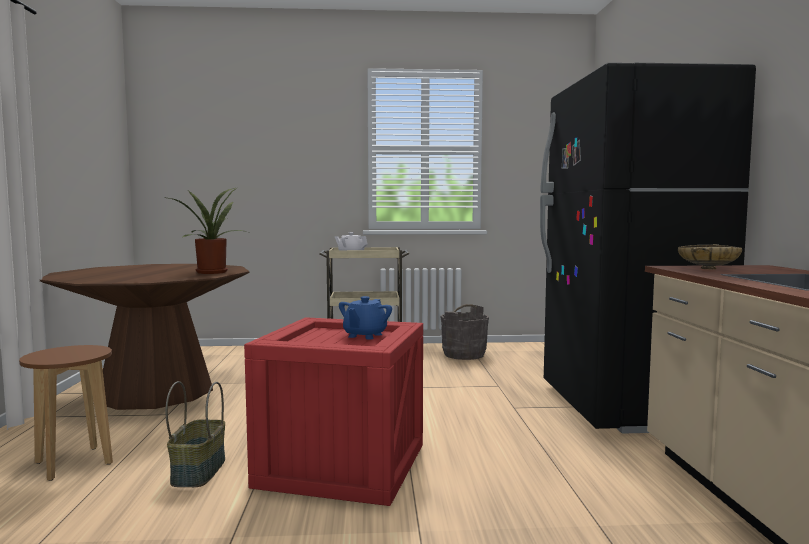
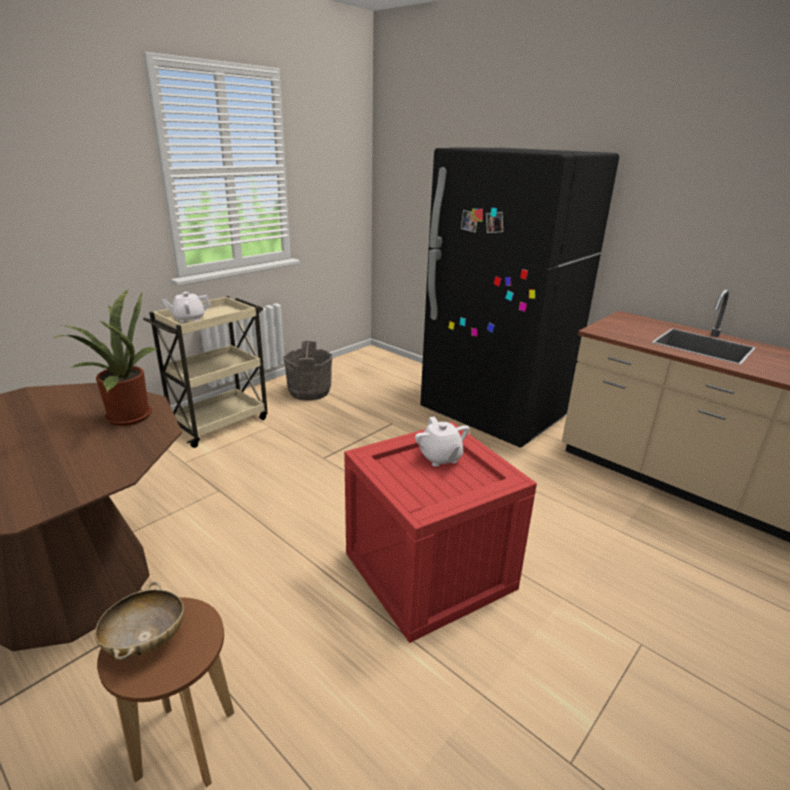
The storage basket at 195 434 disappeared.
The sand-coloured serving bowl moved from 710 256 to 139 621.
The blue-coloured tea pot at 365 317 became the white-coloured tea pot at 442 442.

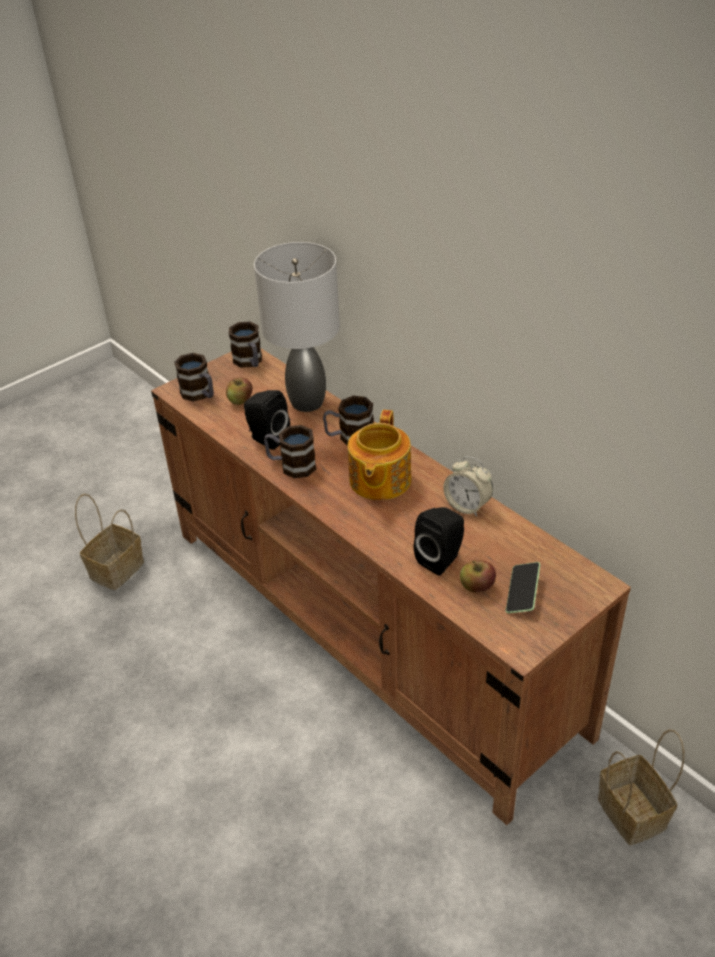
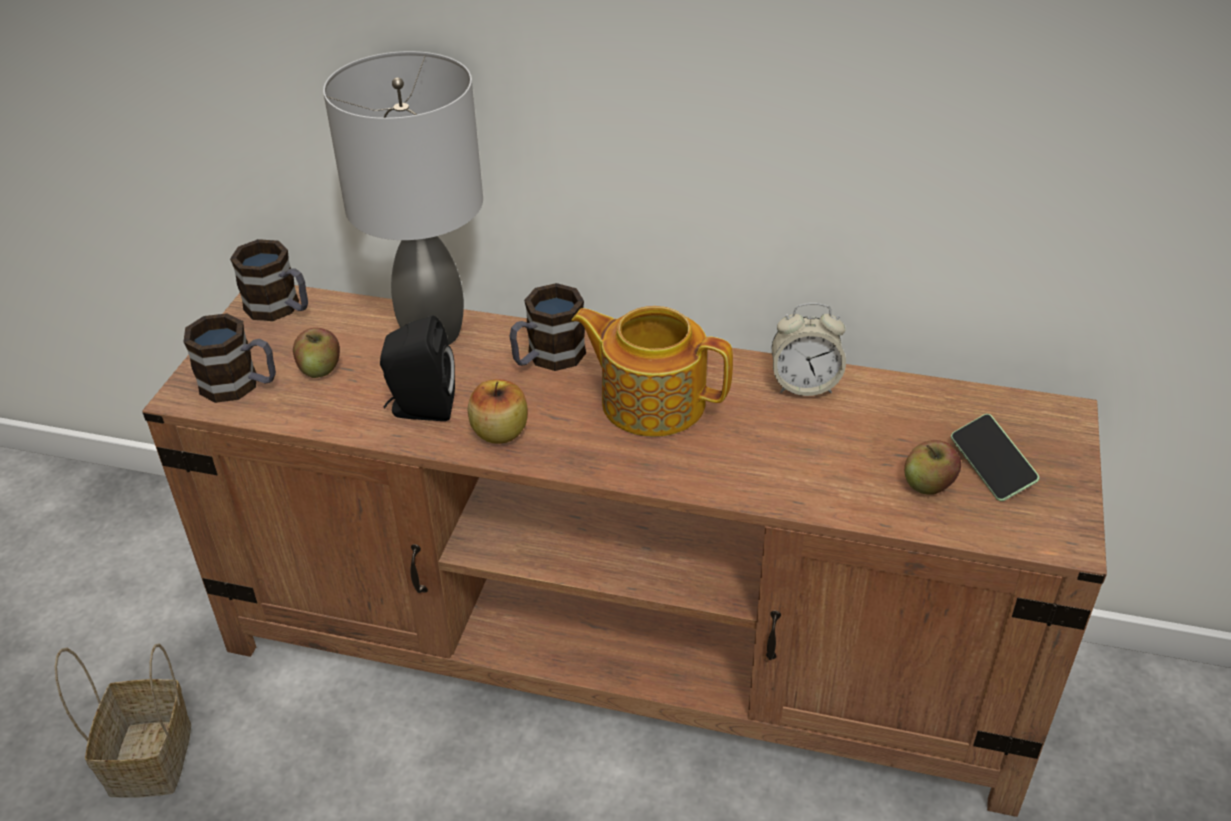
The black-coloured audio speaker at 439 541 disappeared.
The storage basket at 641 787 disappeared.
The tea mug at 290 451 was replaced by the apple fruit at 498 411.
The tea pot at 379 455 turned 135 degrees clockwise.

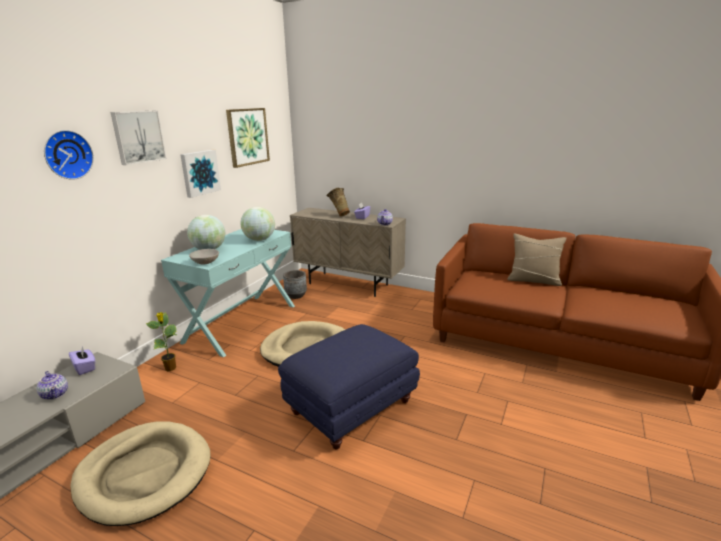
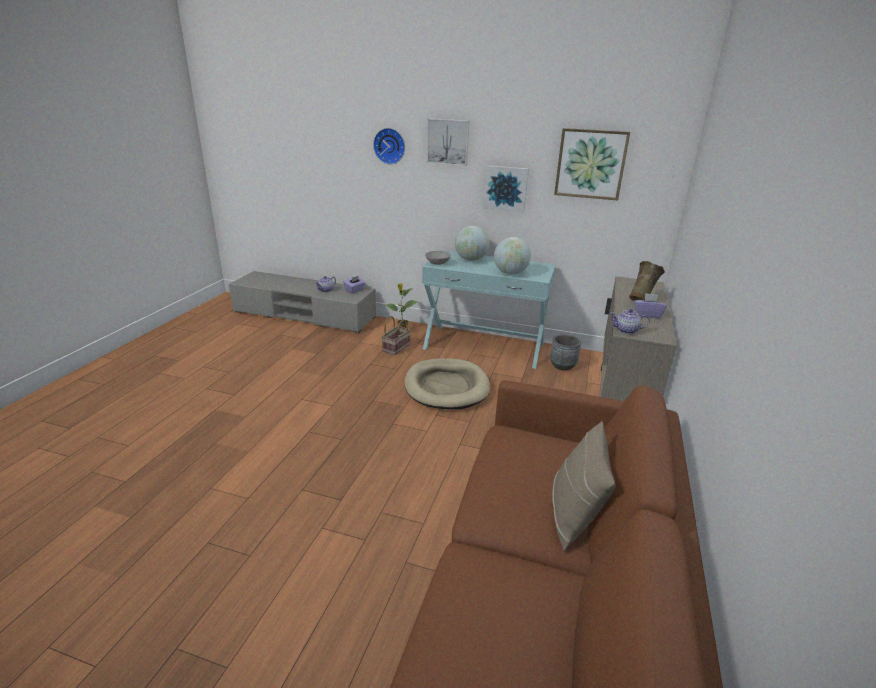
The sand-coloured pet bed at 140 474 disappeared.
The blue-coloured ottoman at 349 386 disappeared.
The storage basket at 396 335 appeared.

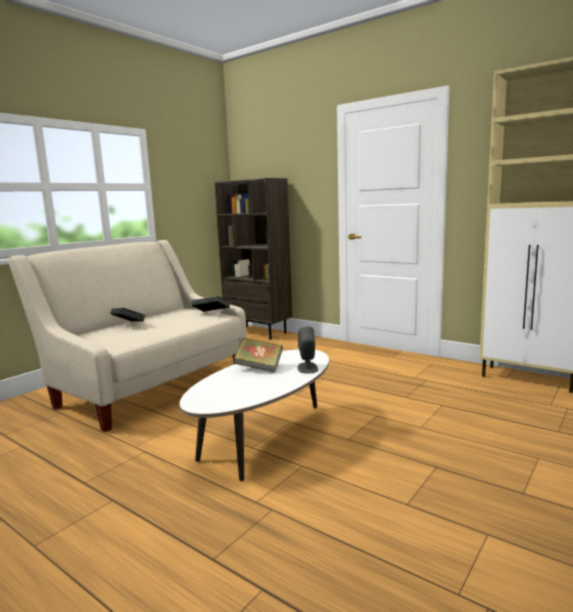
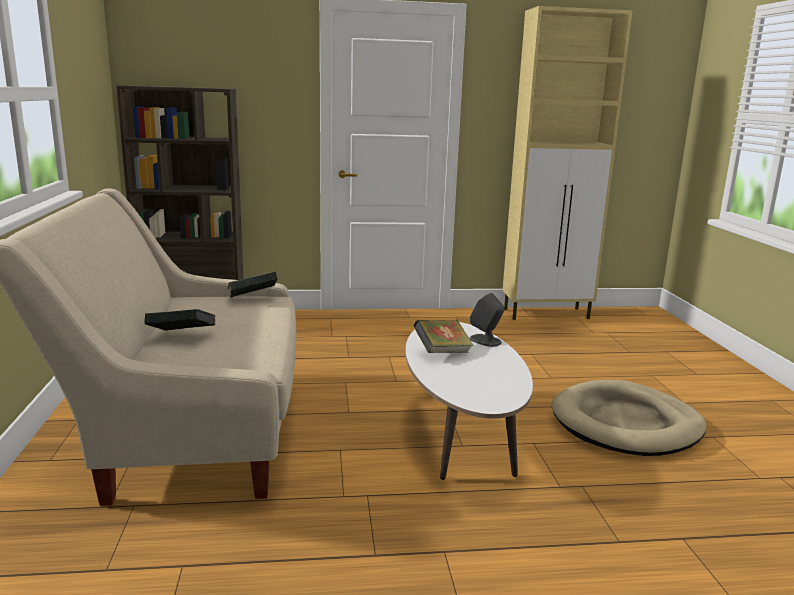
The sand-coloured pet bed at 629 418 appeared.

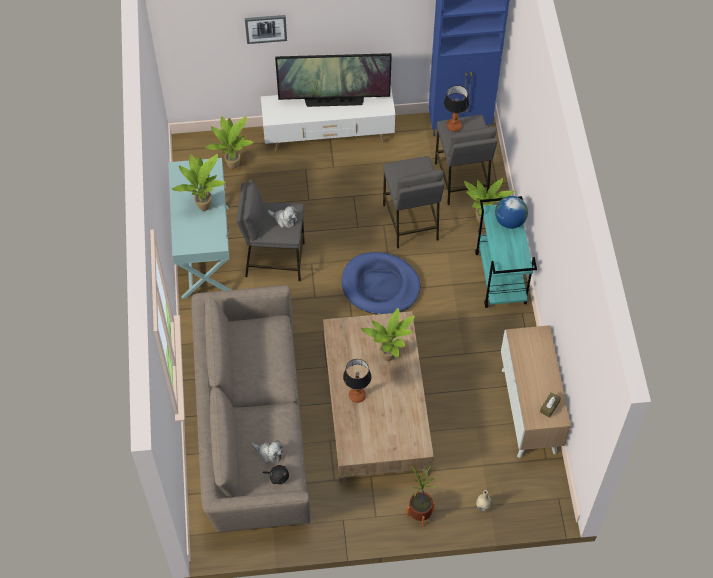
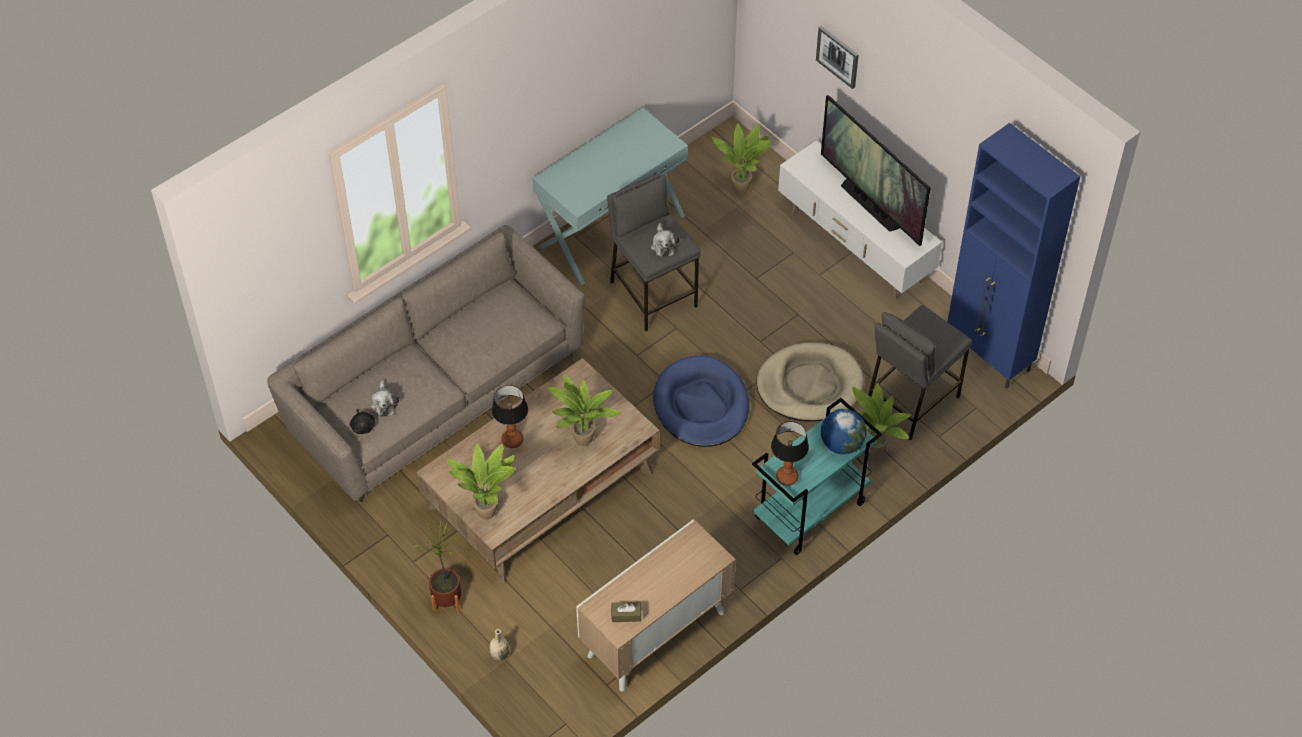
The potted plant moved from 199 182 to 481 481.
The lamp for a table moved from 456 108 to 790 453.
The gray sitting stool at 413 202 was replaced by the sand-coloured pet bed at 810 382.

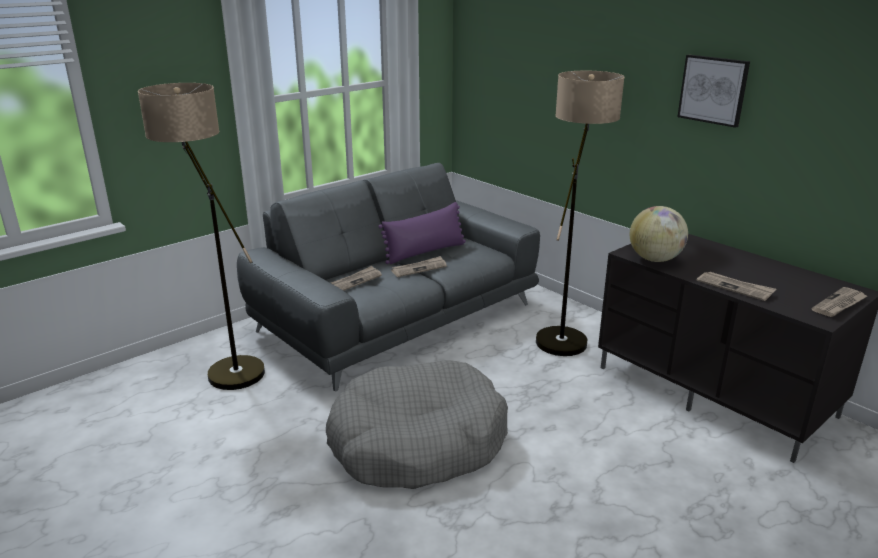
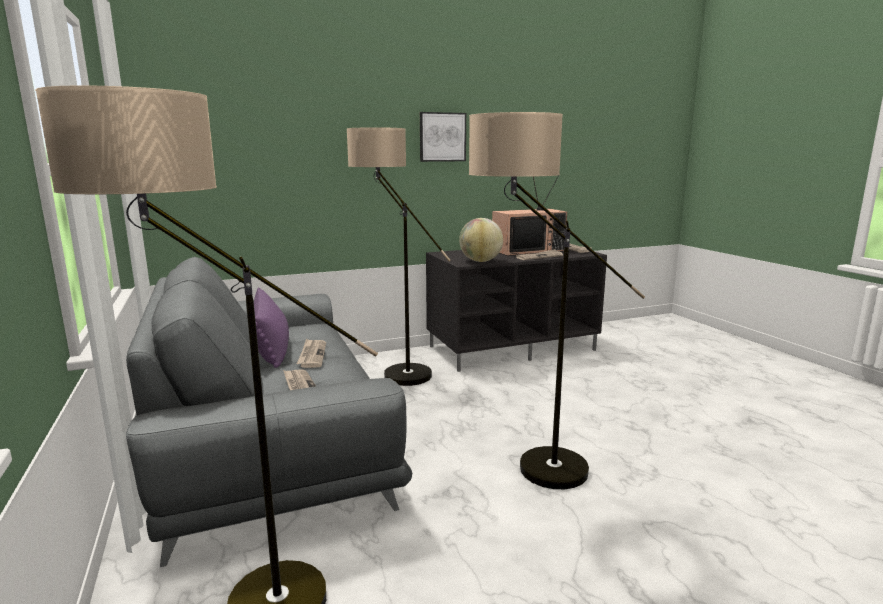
The TV set at 529 215 appeared.
The gray pet bed at 417 424 was replaced by the floor lamp at 557 300.

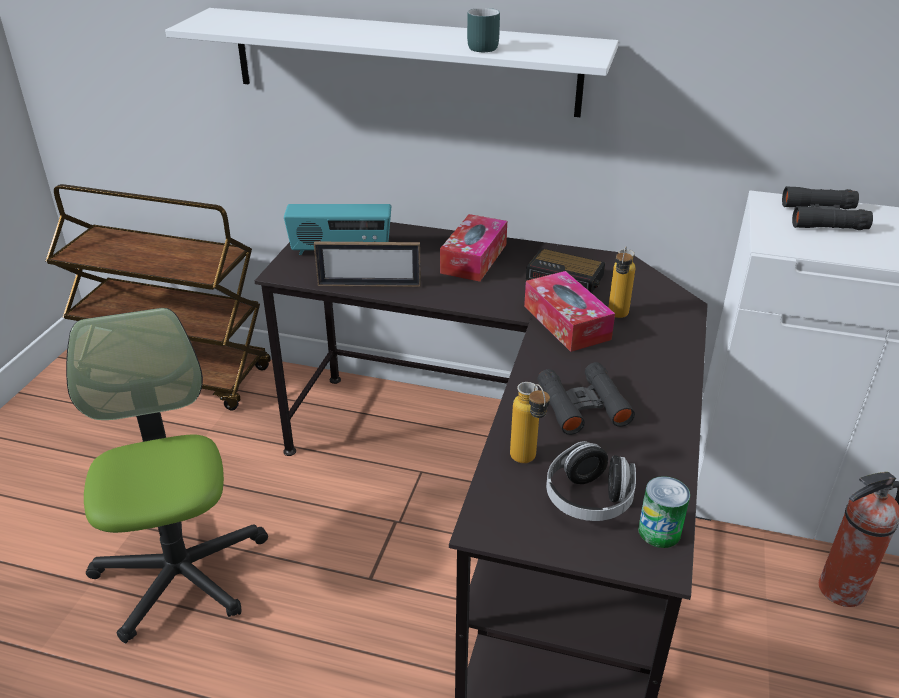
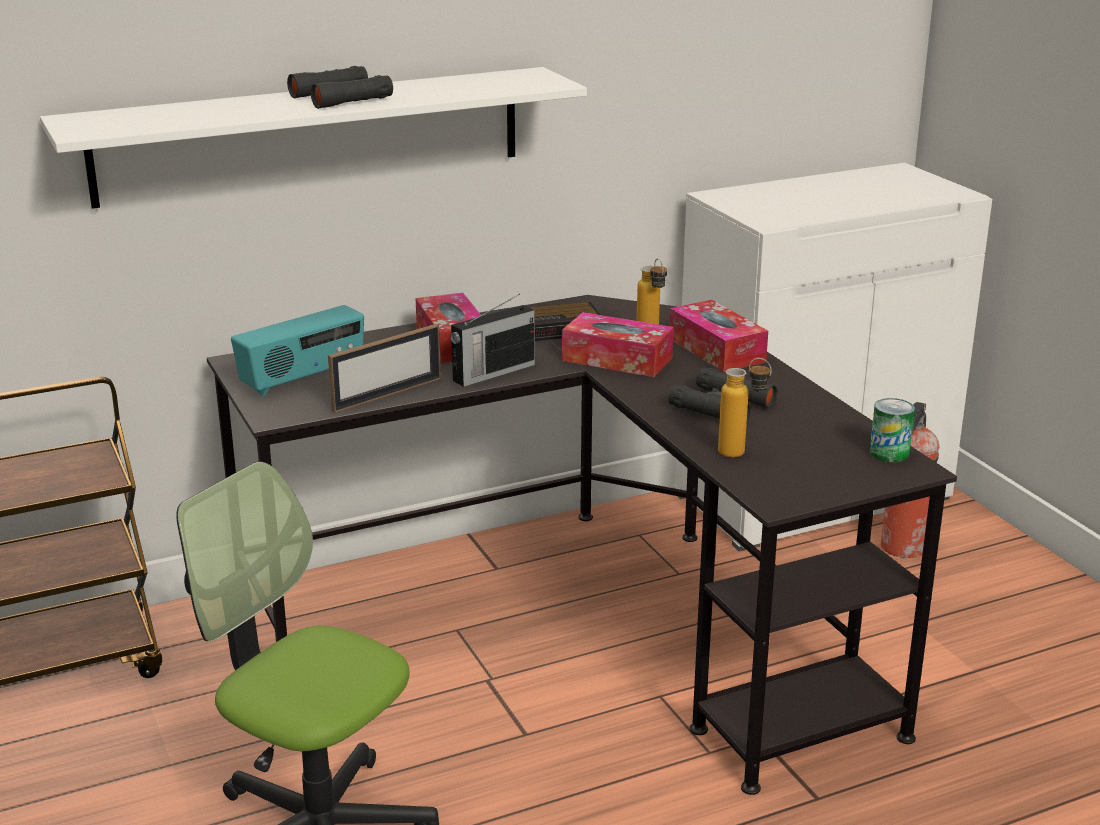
The turquoise tea mug at 483 30 disappeared.
The headset at 591 481 disappeared.
The radio at 492 340 appeared.
The tissue box at 719 336 appeared.
The black-coloured pair of binoculars moved from 827 208 to 340 87.

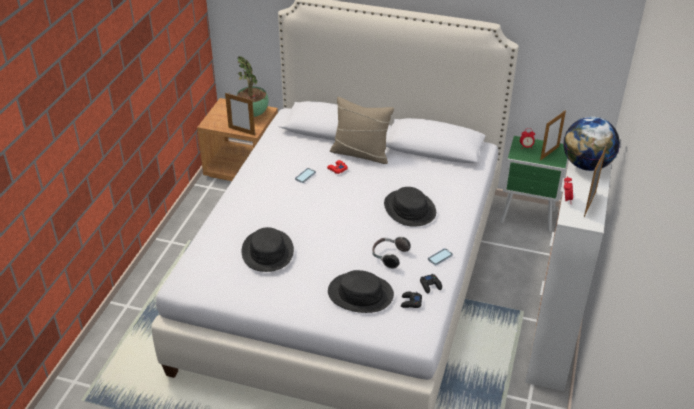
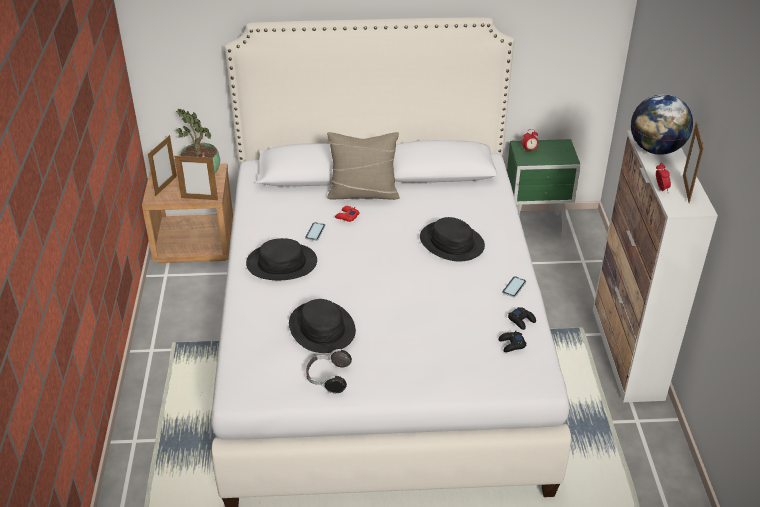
The black-coloured wearable hat moved from 361 291 to 281 259.
The headset moved from 392 252 to 329 371.
The standing frame moved from 553 135 to 162 165.

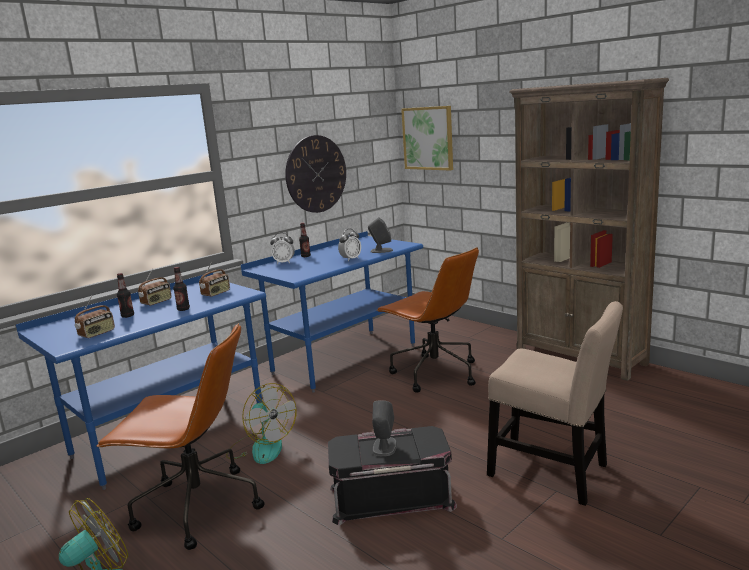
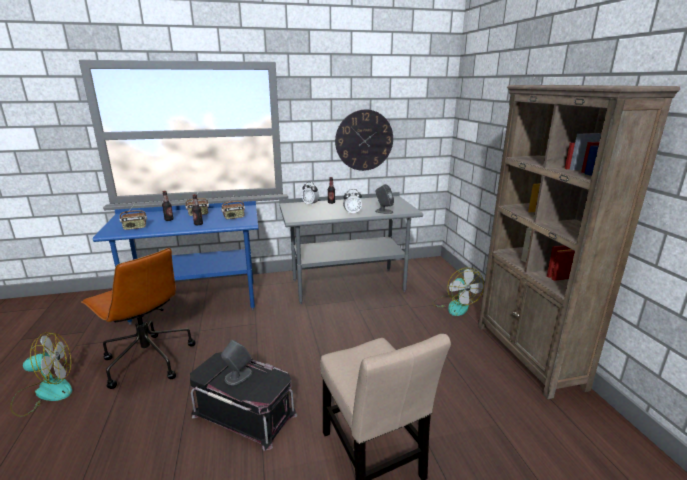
The brownish computer chair at 427 320 disappeared.
The picture at 427 138 disappeared.
The cooling fan moved from 261 423 to 458 292.
The blue-coloured desk unit at 332 311 became the gray desk unit at 351 248.

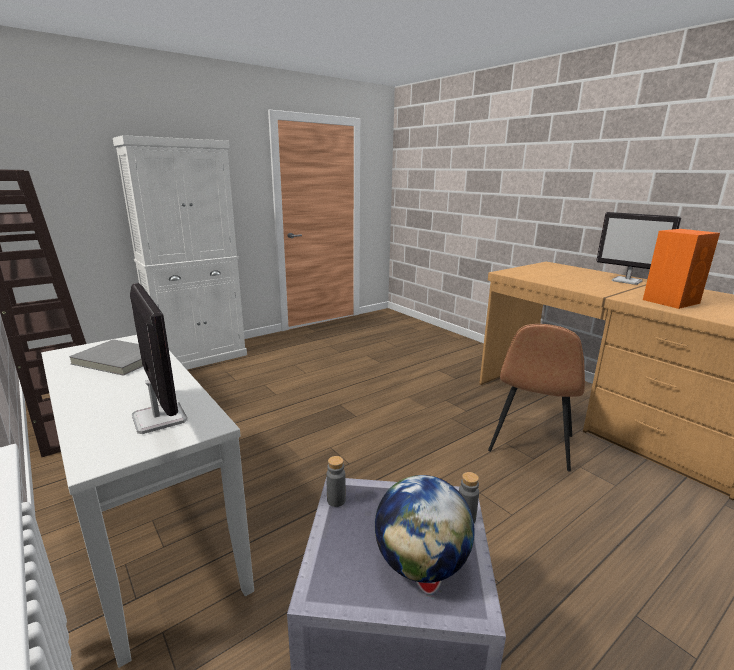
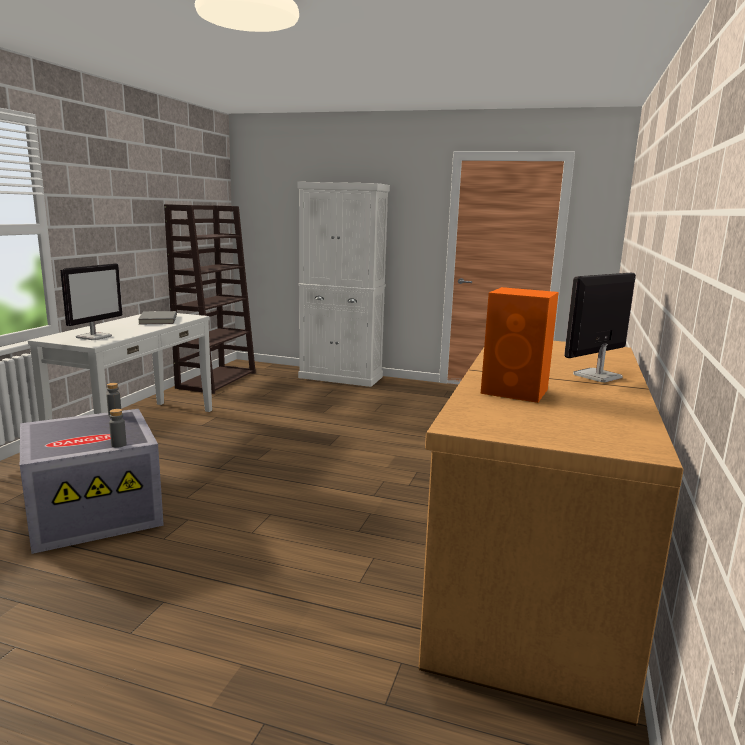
The desk globe at 424 529 disappeared.
The brownish chair at 536 397 disappeared.
The monitor at 638 248 turned 45 degrees clockwise.

